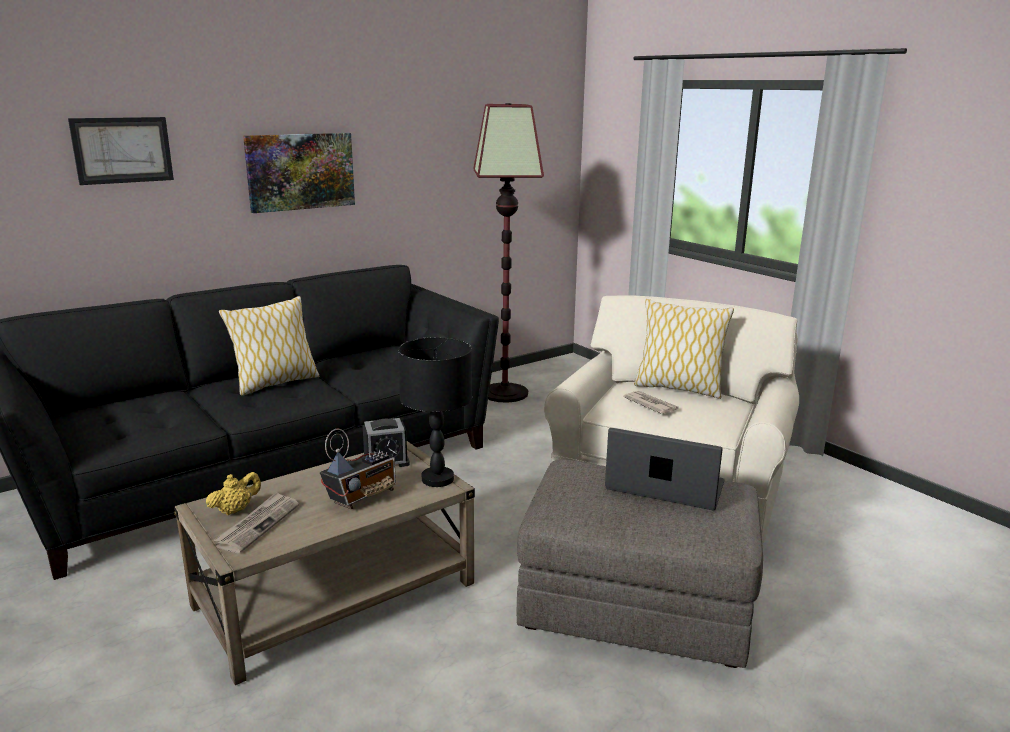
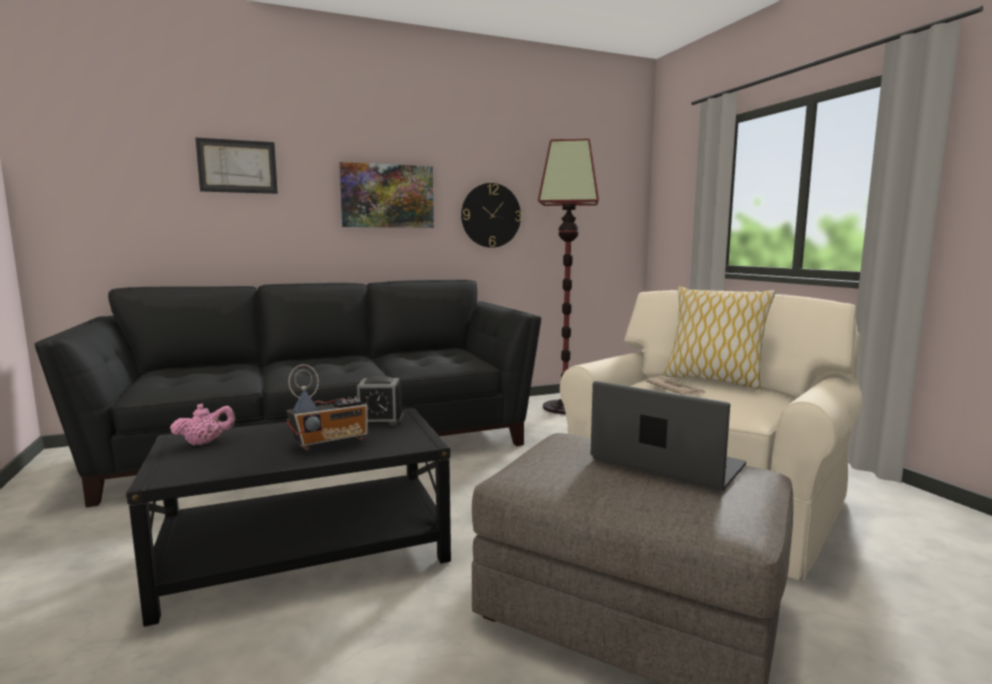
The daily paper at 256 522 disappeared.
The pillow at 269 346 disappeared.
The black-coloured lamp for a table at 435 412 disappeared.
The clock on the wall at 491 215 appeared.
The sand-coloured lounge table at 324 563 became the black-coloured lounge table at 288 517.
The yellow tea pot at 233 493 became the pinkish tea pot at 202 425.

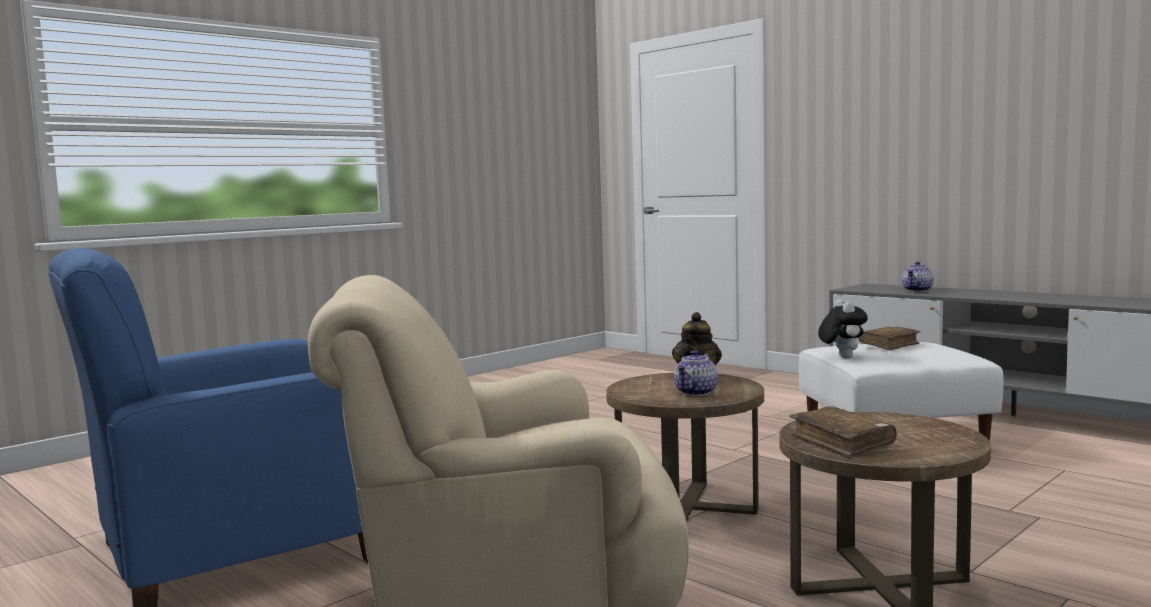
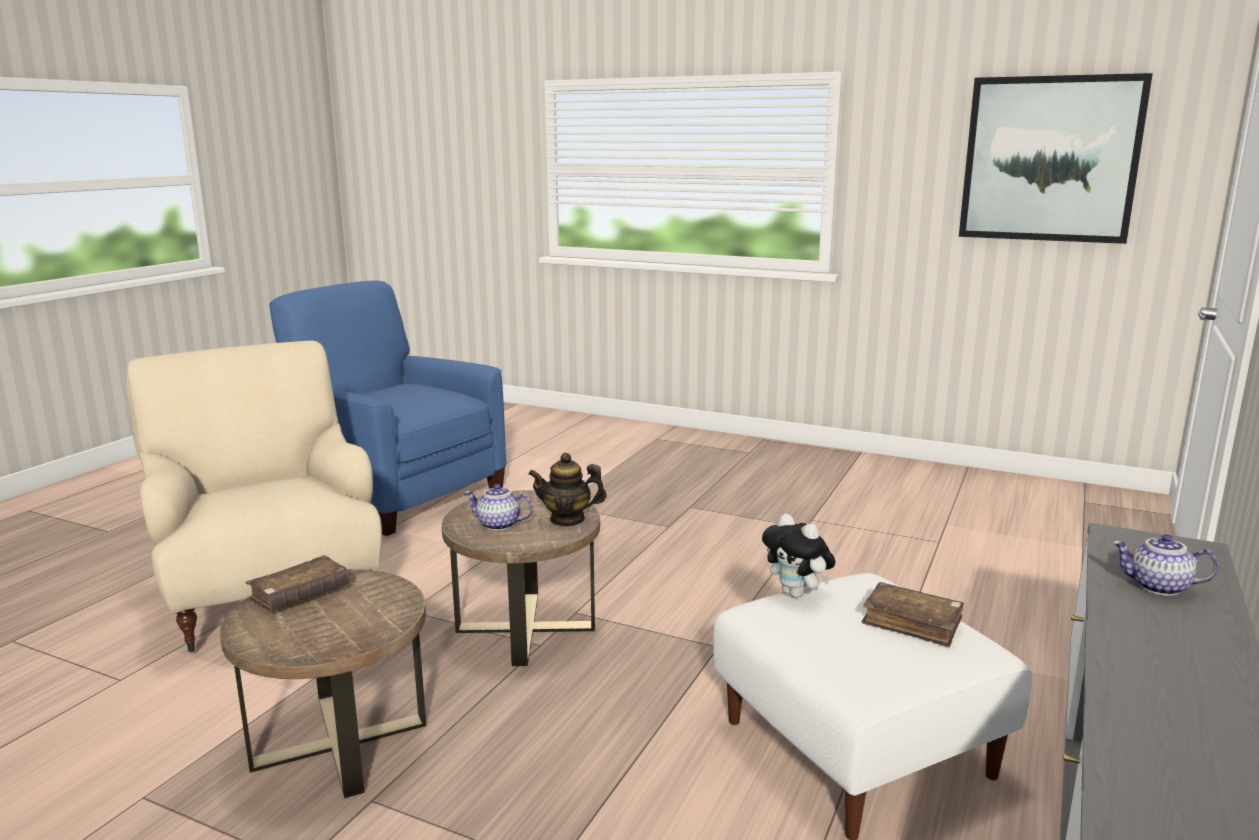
The picture at 1056 158 appeared.
The cuddly toy at 843 328 turned 75 degrees clockwise.

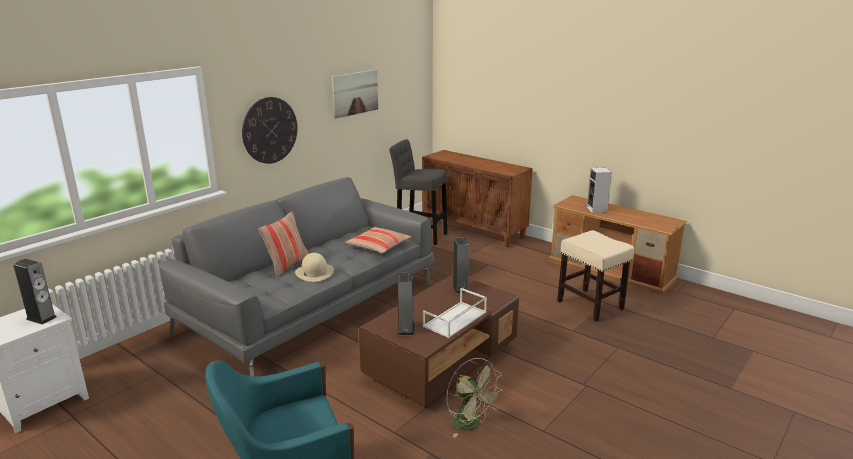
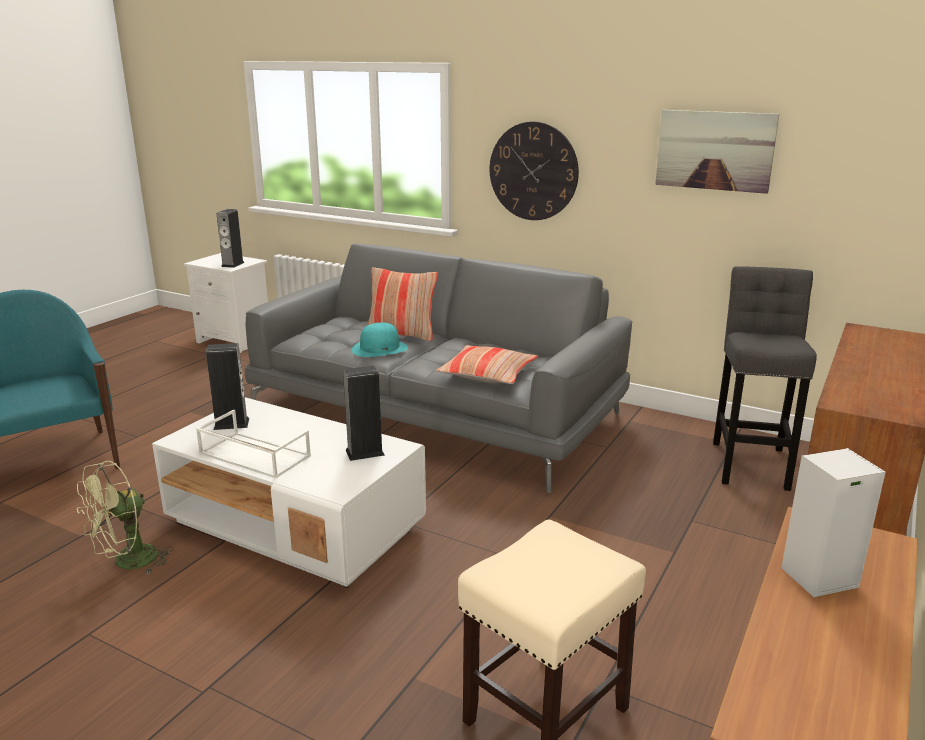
The sand-coloured wearable hat at 314 267 became the turquoise wearable hat at 380 339.
The brownish lounge table at 439 341 became the white-coloured lounge table at 289 492.

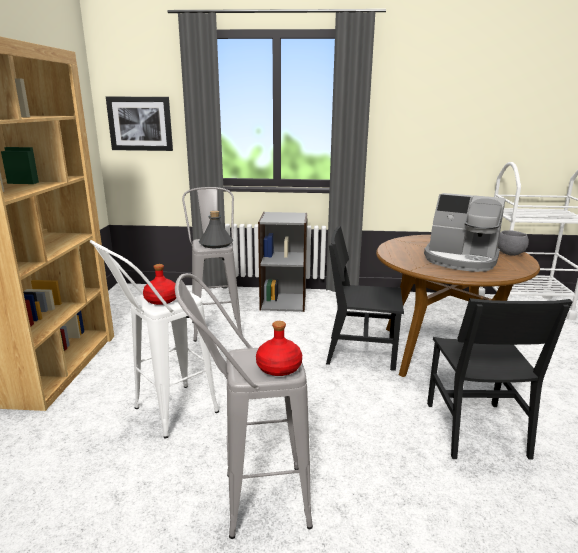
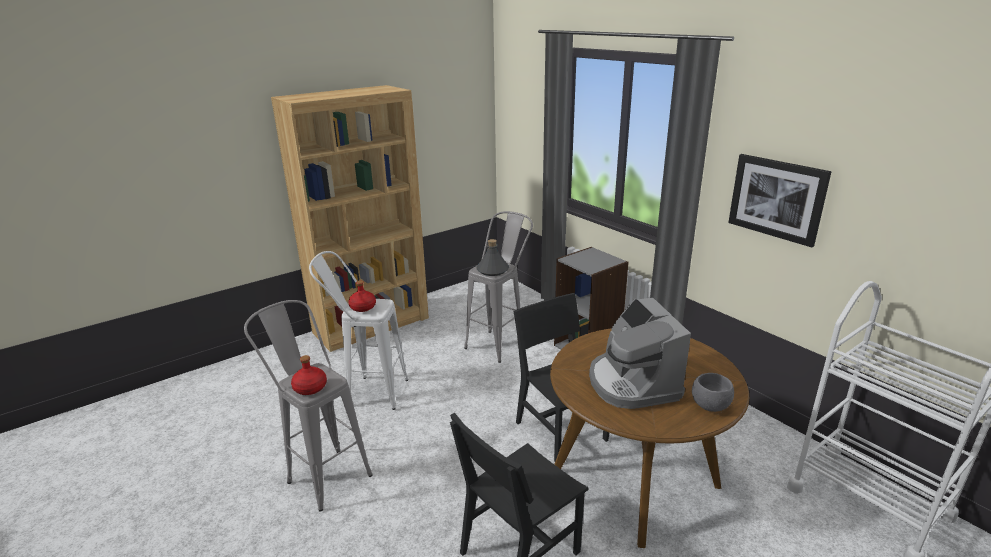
The picture moved from 139 123 to 780 200.

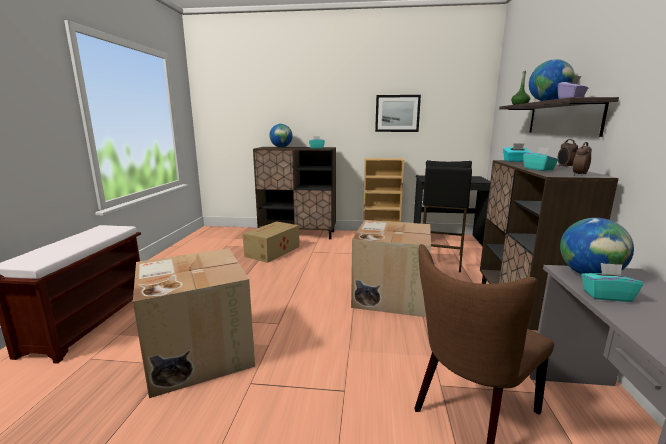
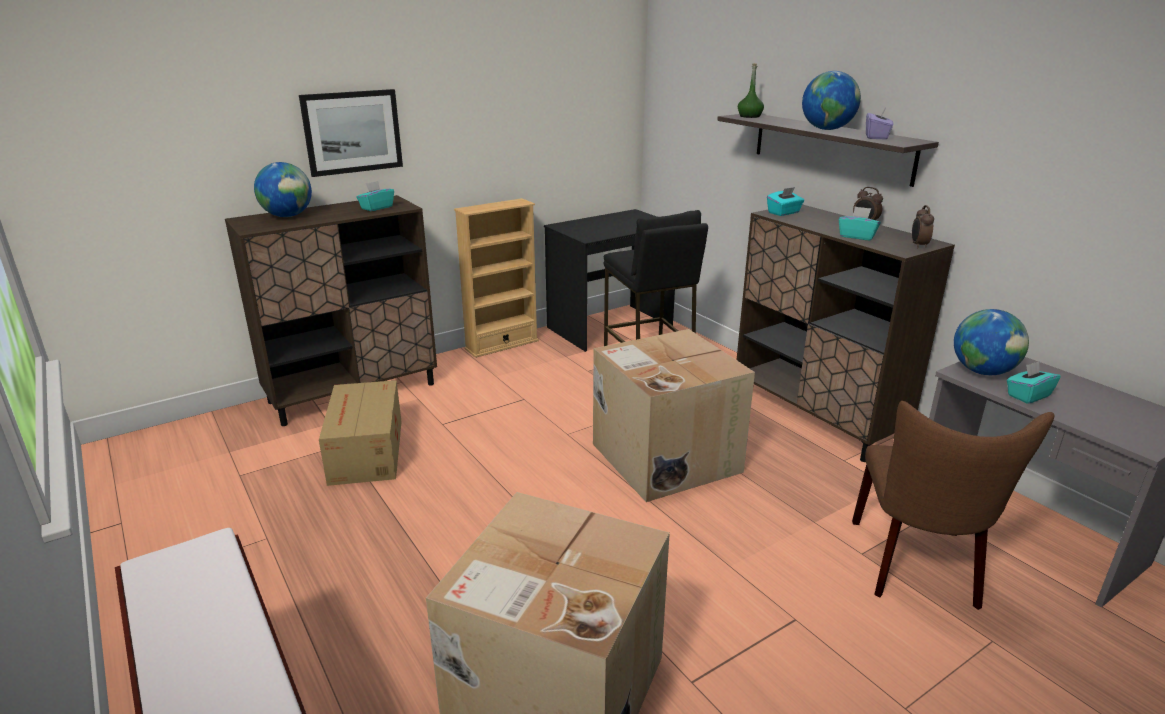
The picture moved from 398 113 to 351 133.

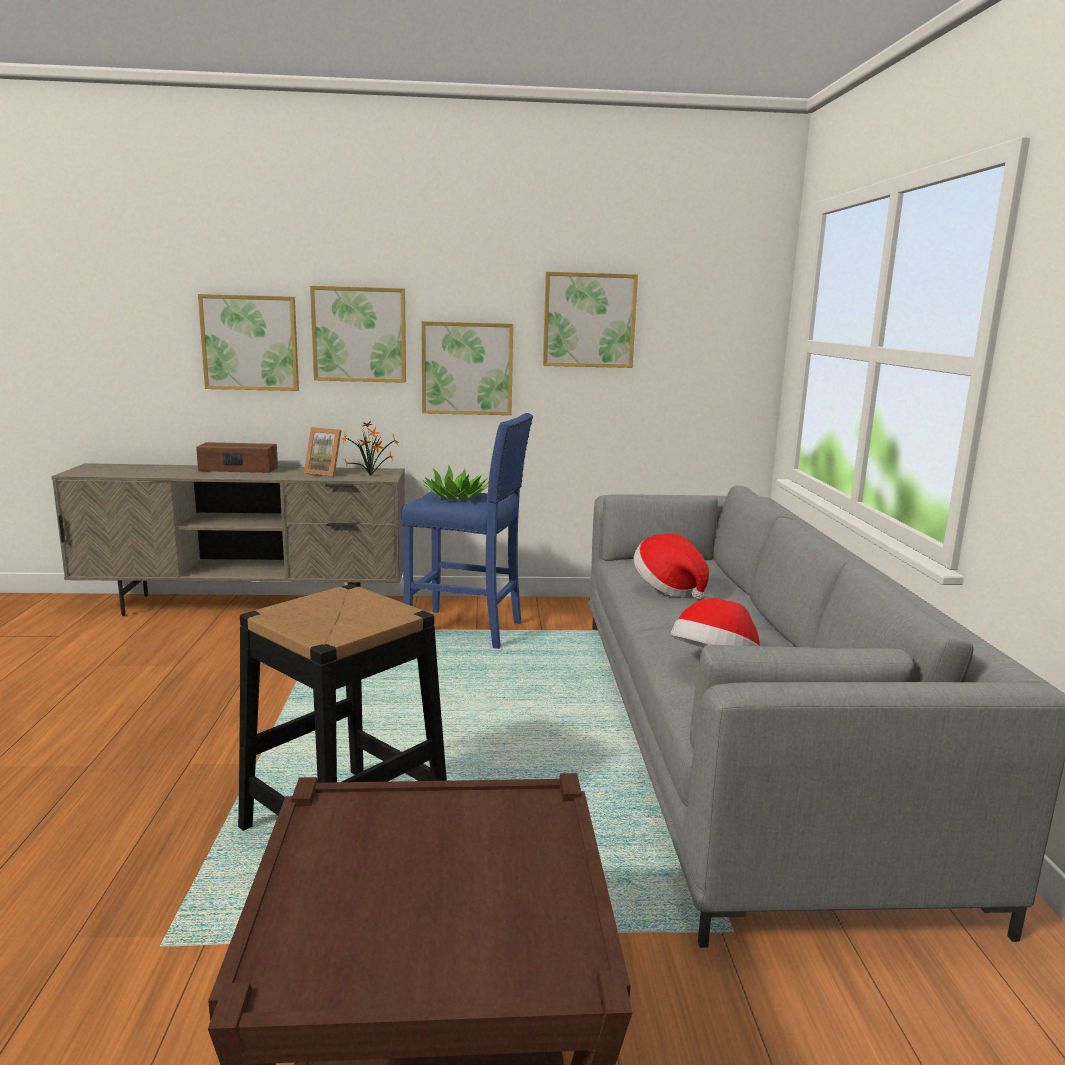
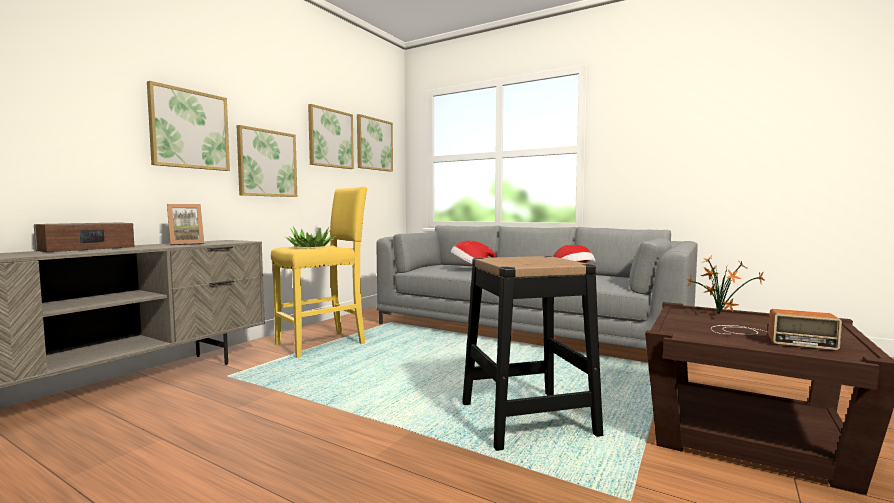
The radio at 776 329 appeared.
The picture moved from 248 342 to 375 143.
The potted plant moved from 370 448 to 726 285.
The blue-coloured sitting stool at 466 531 became the yellow sitting stool at 319 272.

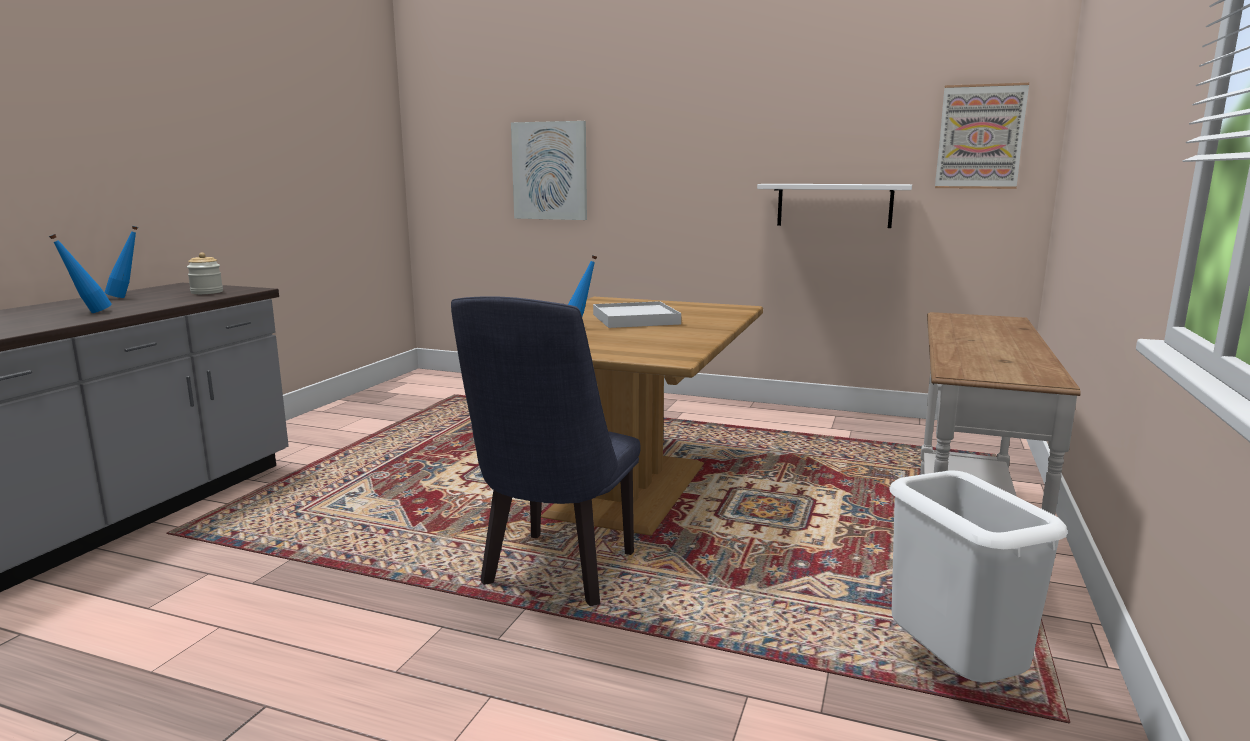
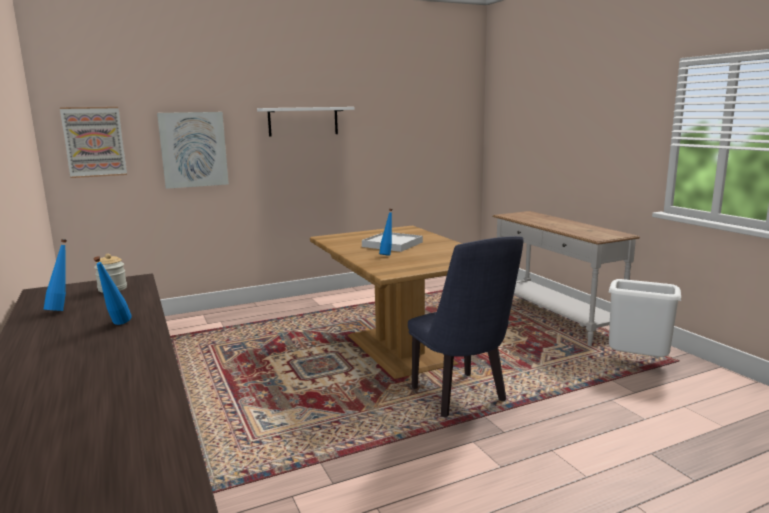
The white-coloured wall shelf moved from 834 206 to 306 122.
The picture moved from 982 136 to 93 142.

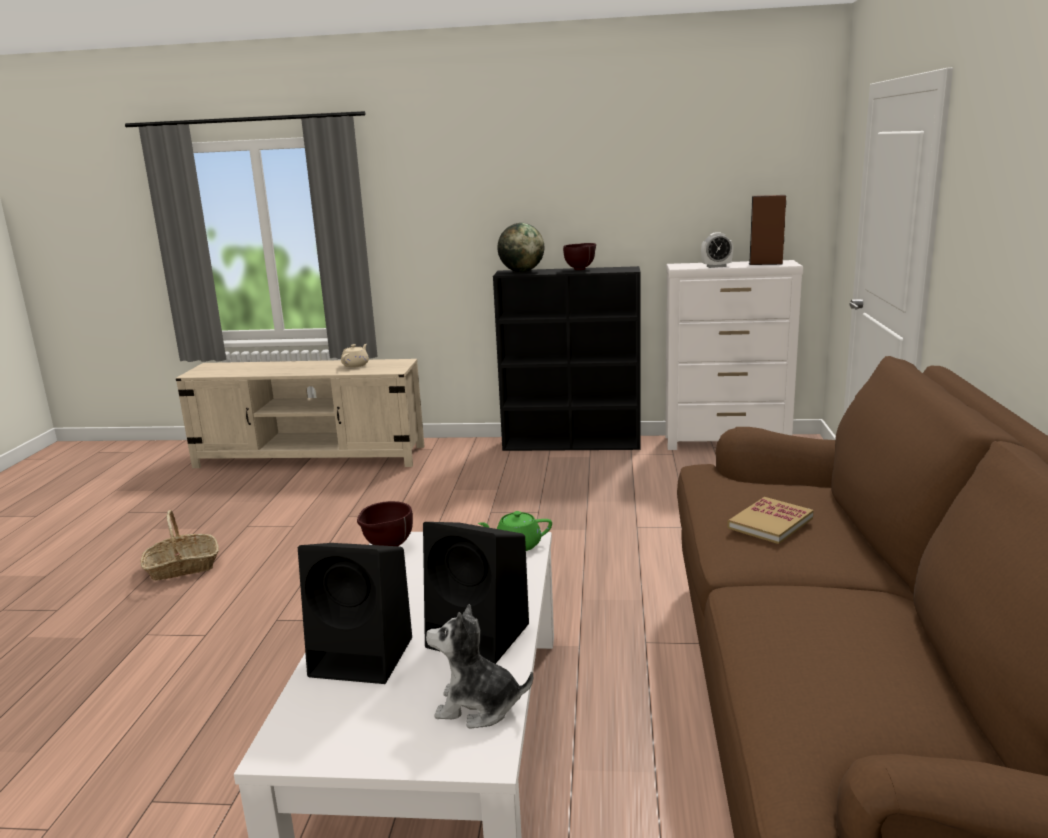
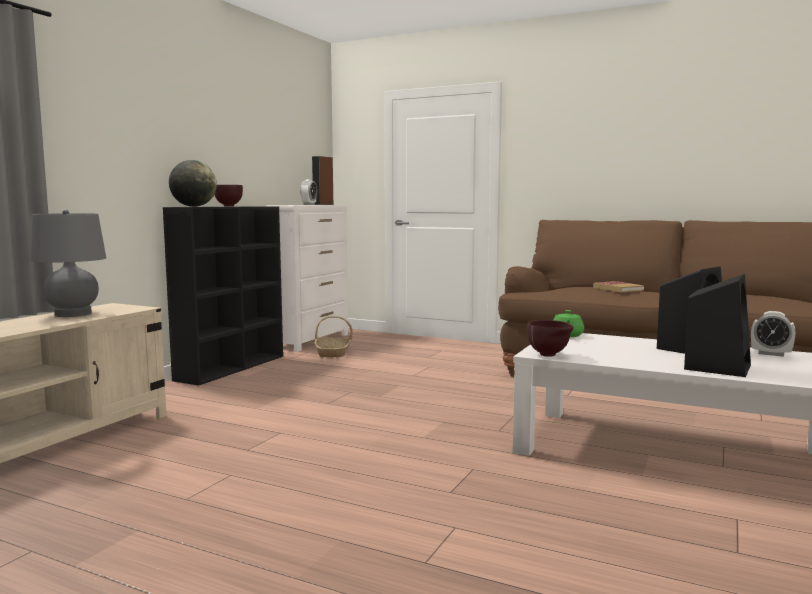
The storage basket moved from 179 545 to 334 336.
The sand-coloured tea pot at 355 356 was replaced by the gray lamp for a table at 68 263.
The cuddly toy at 479 666 was replaced by the alarm clock at 773 334.

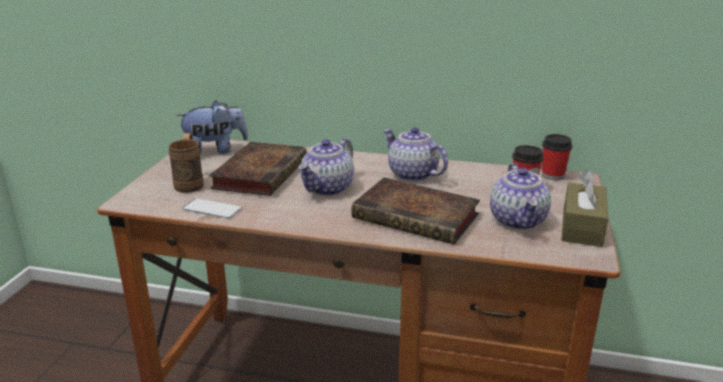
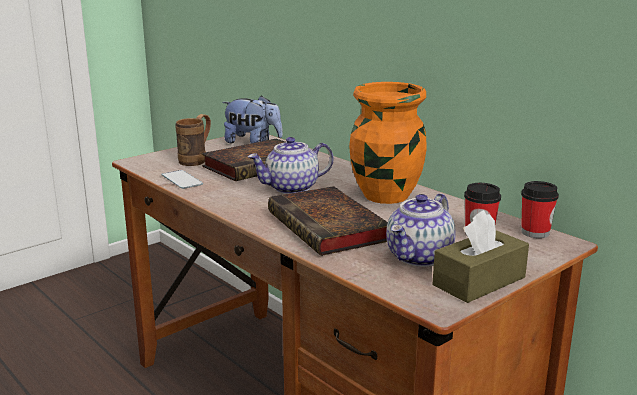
The tea pot at 415 154 was replaced by the orange-coloured vase at 388 143.

